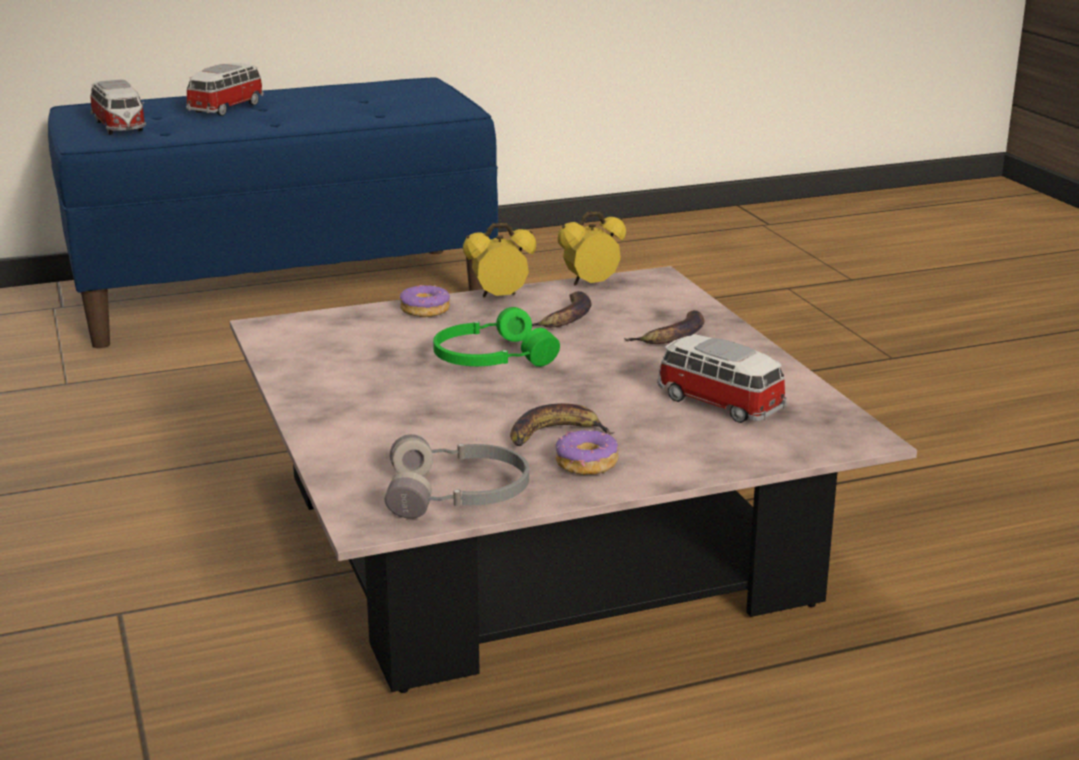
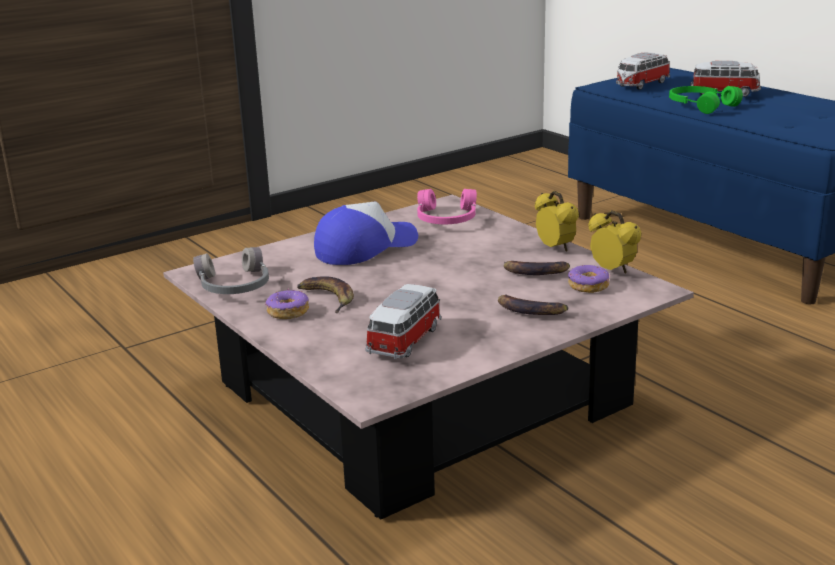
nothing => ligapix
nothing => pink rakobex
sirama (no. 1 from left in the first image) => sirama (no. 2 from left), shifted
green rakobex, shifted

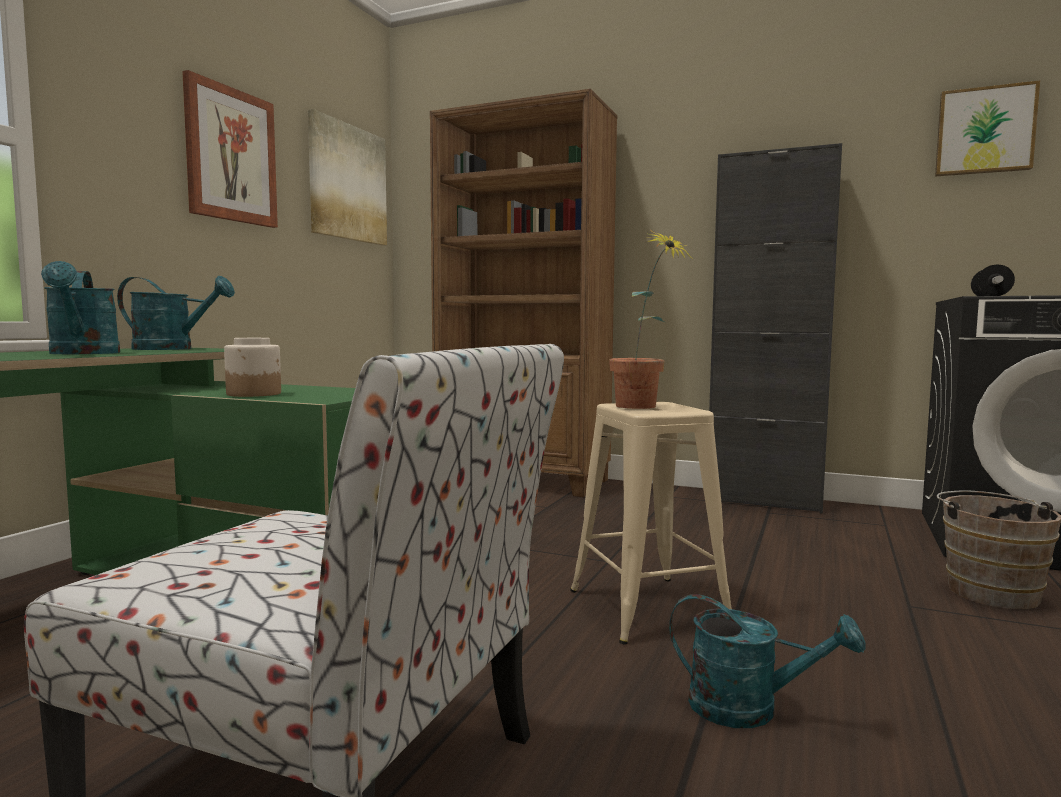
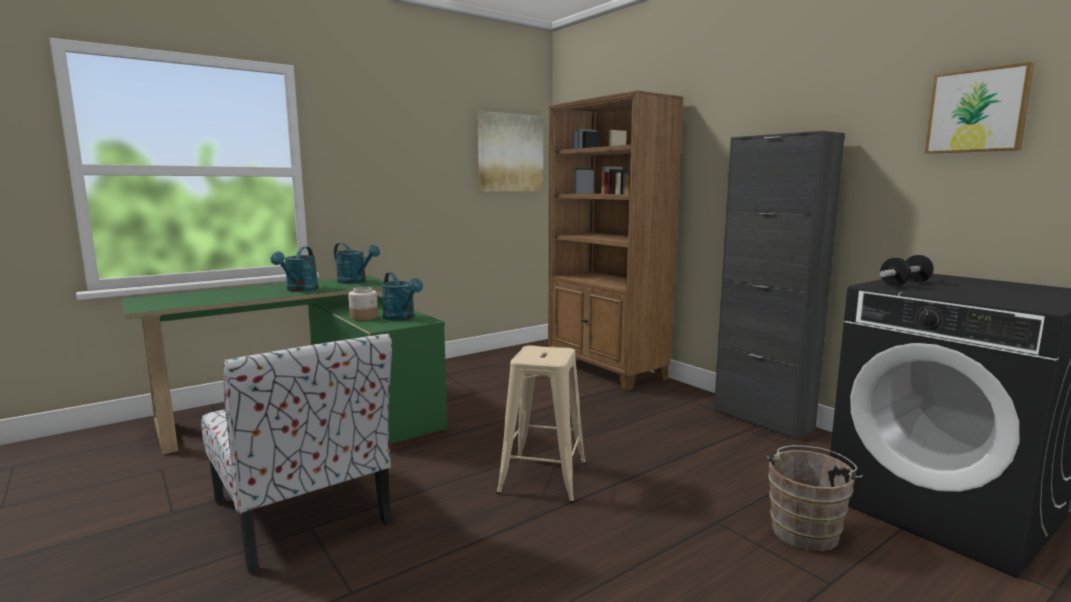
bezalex (no. 1 from left) => nothing
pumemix => nothing
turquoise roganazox (no. 3 from left), shifted

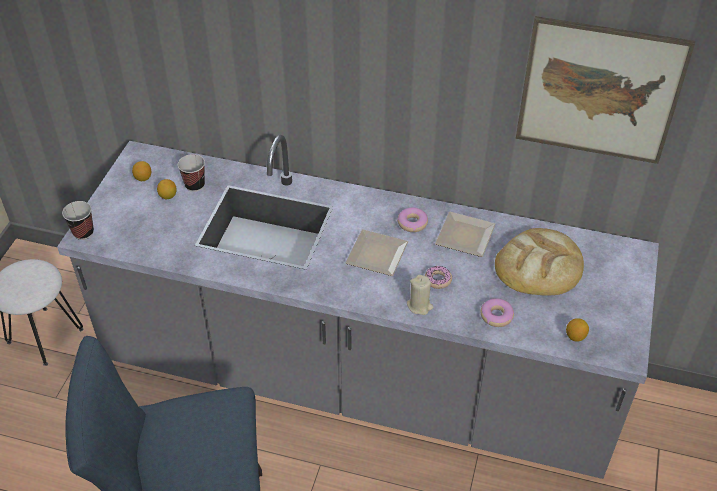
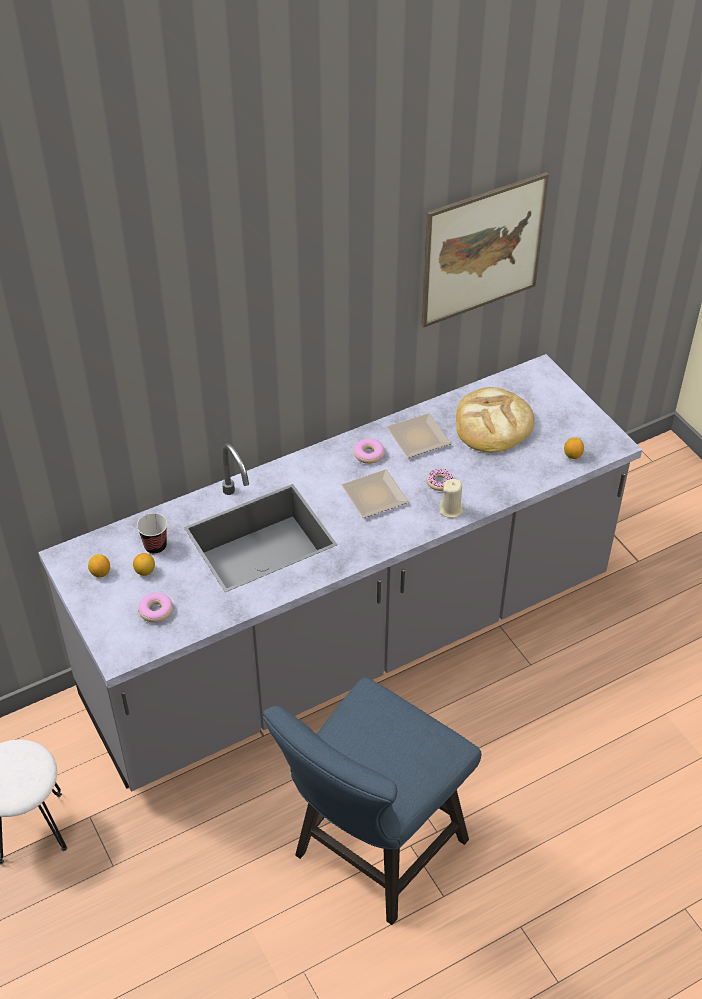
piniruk (no. 1 from left) => nothing
sirama (no. 3 from left in the first image) => sirama (no. 1 from left), shifted

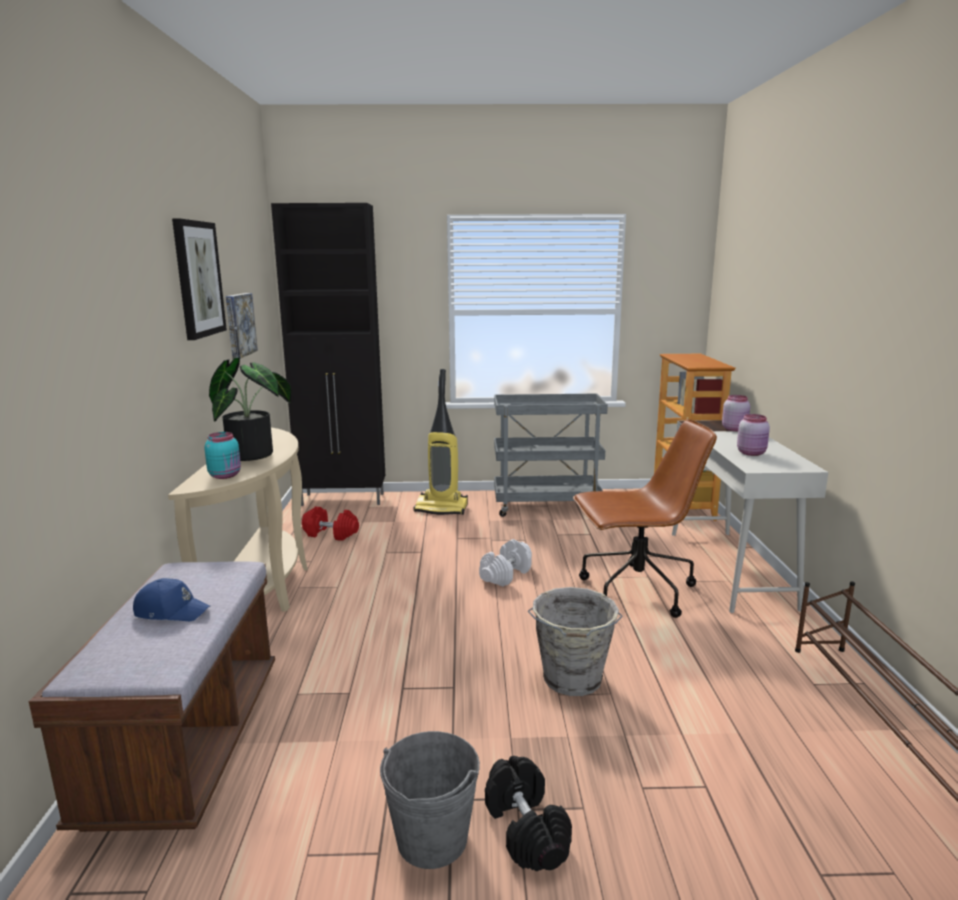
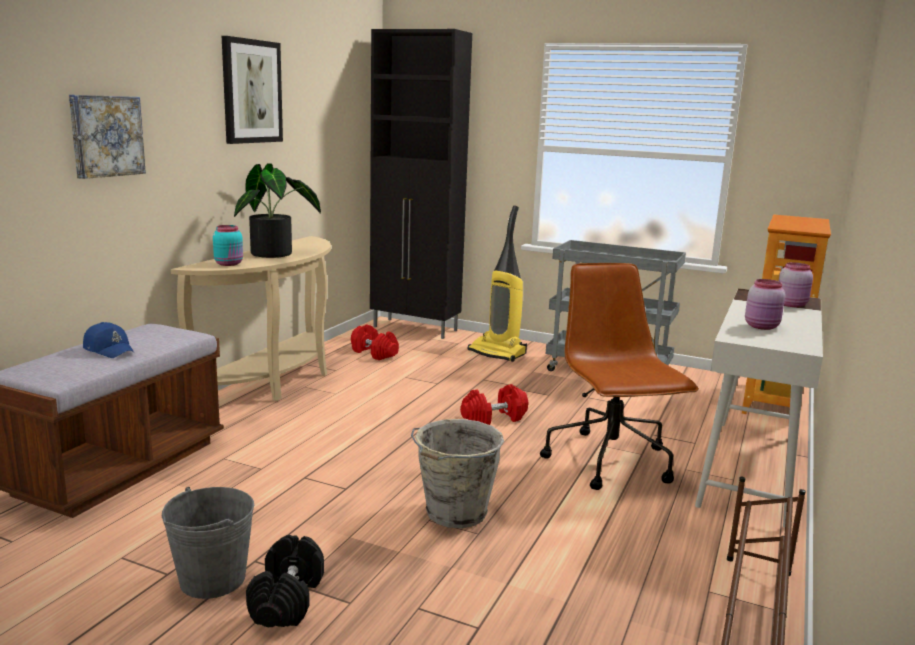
bezalex (no. 2 from left in the first image) => bezalex (no. 1 from left), shifted
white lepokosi => red lepokosi (no. 2 from left)
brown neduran, 120 degrees counterclockwise

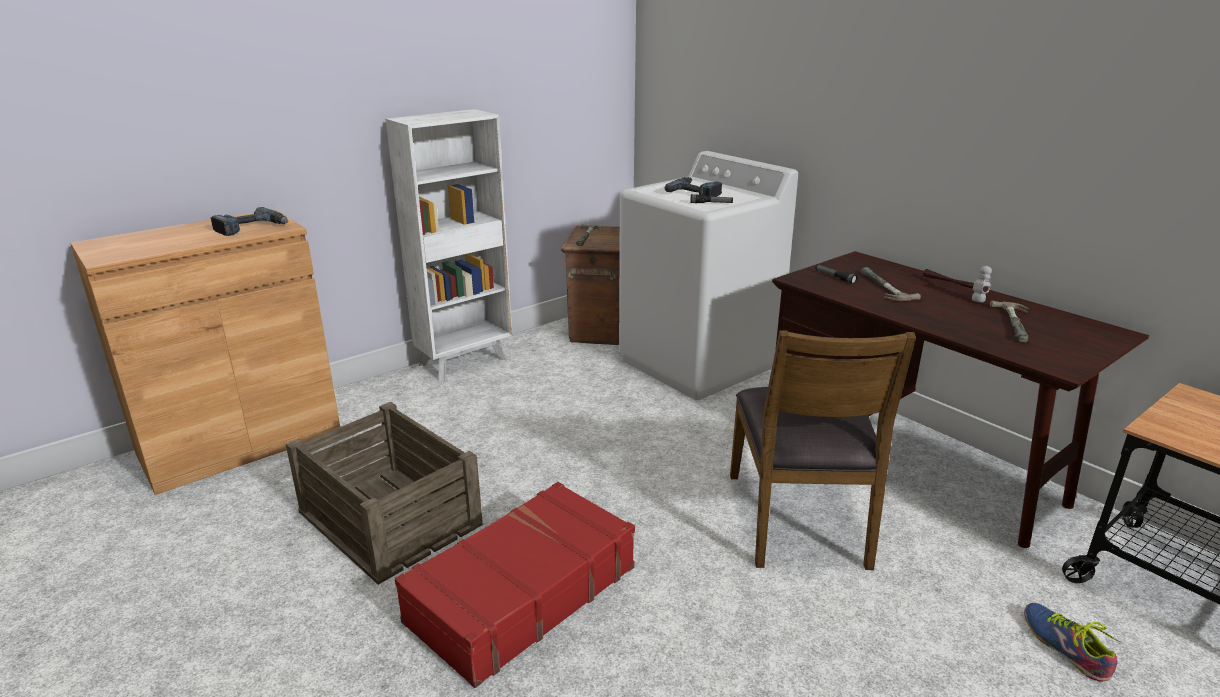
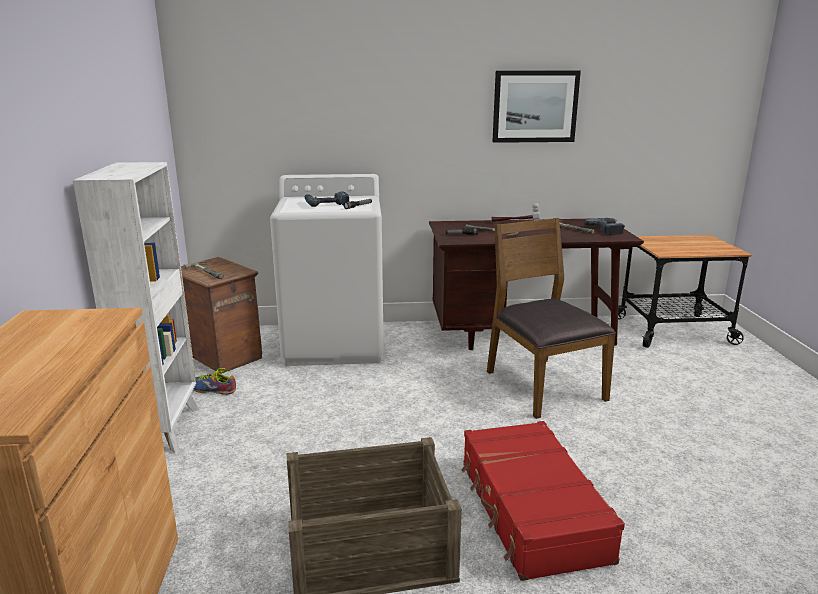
nothing => bezalex
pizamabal (no. 1 from left in the first image) => pizamabal (no. 2 from left), shifted
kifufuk, shifted
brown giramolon, 150 degrees counterclockwise

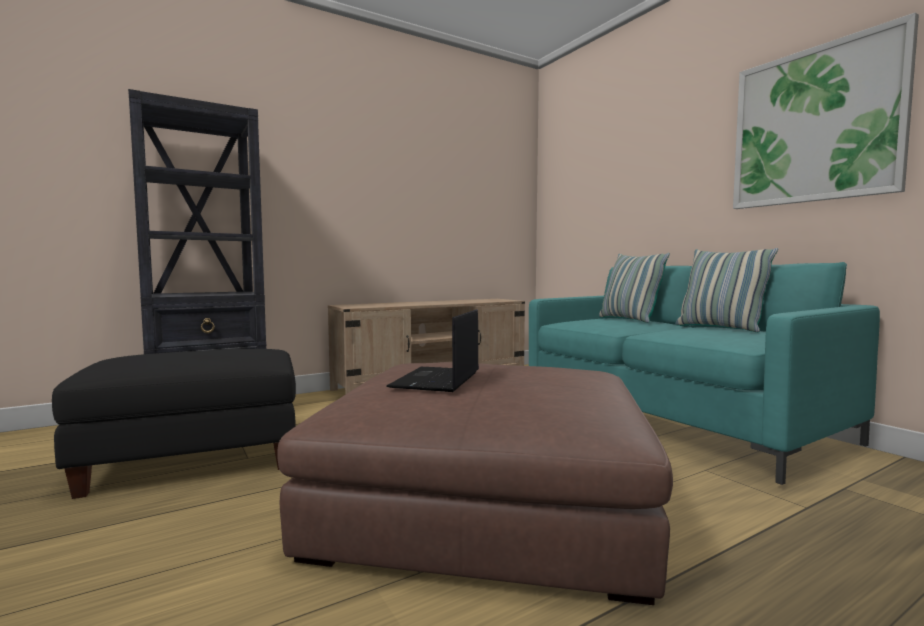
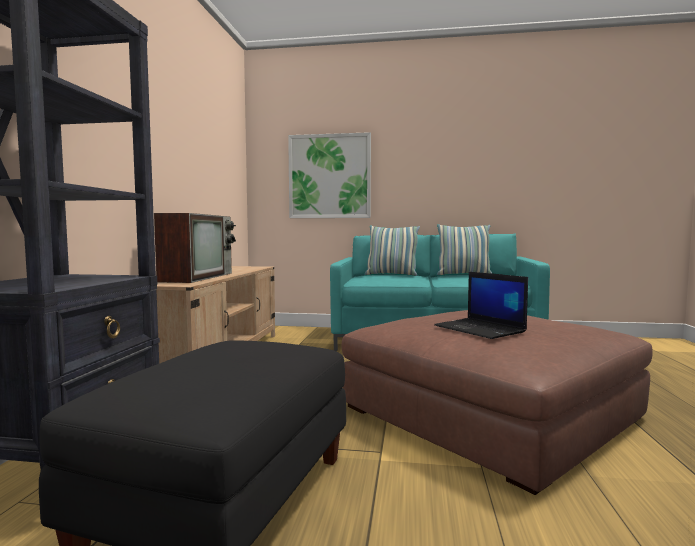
nothing => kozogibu
bezalex, shifted

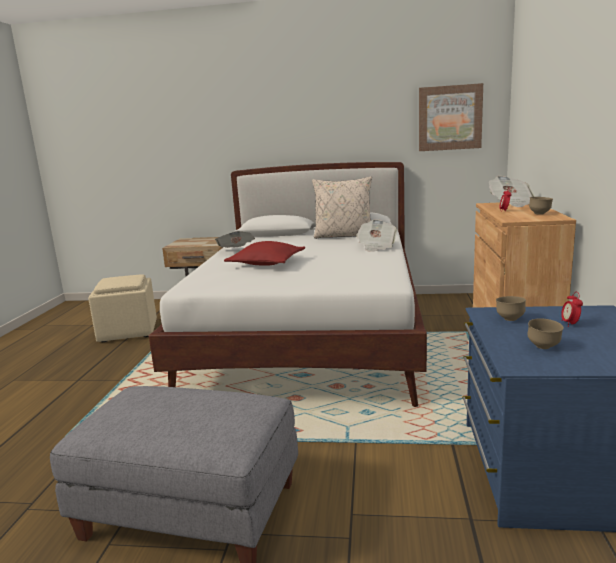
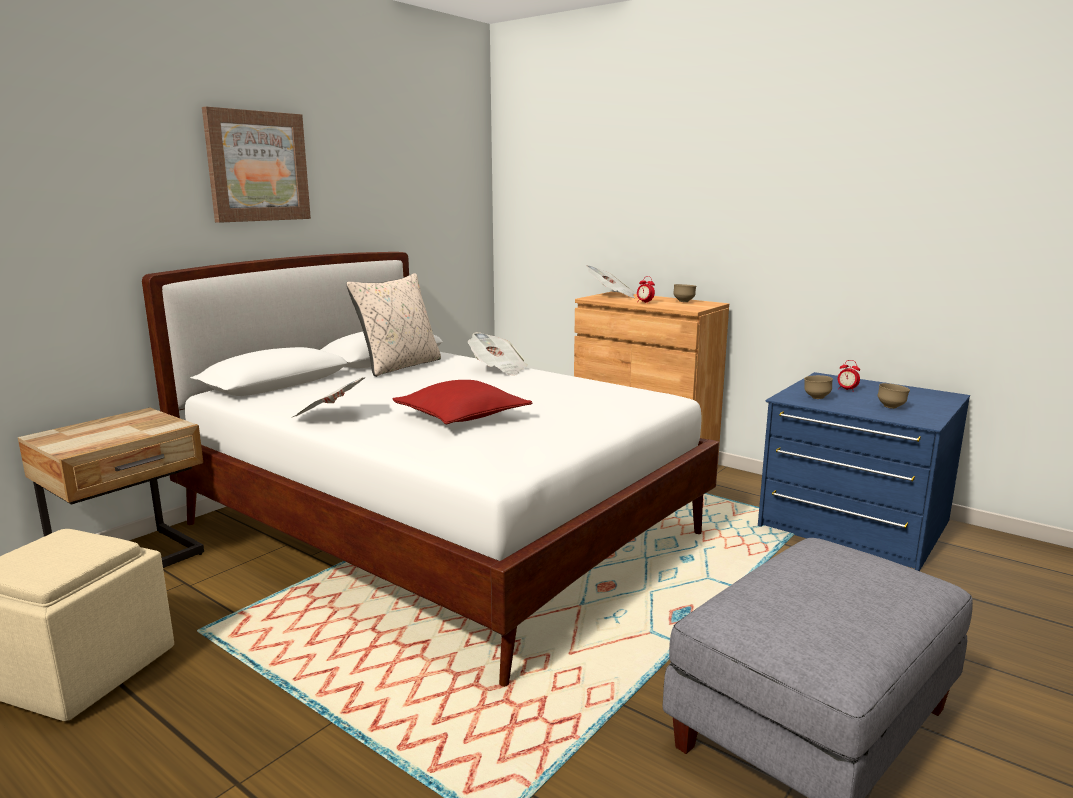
bezalex, shifted

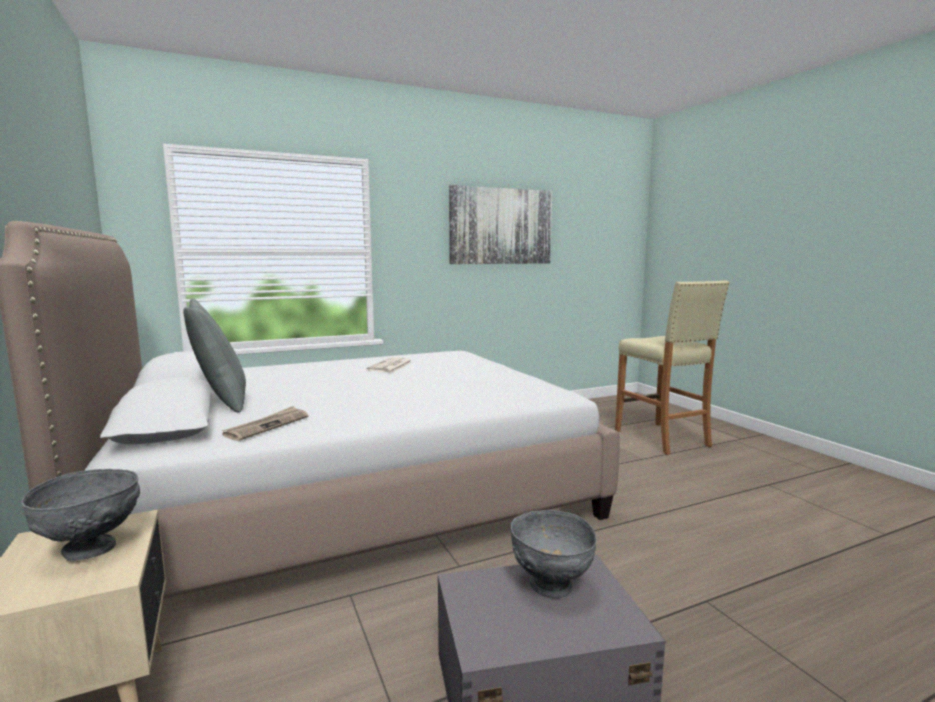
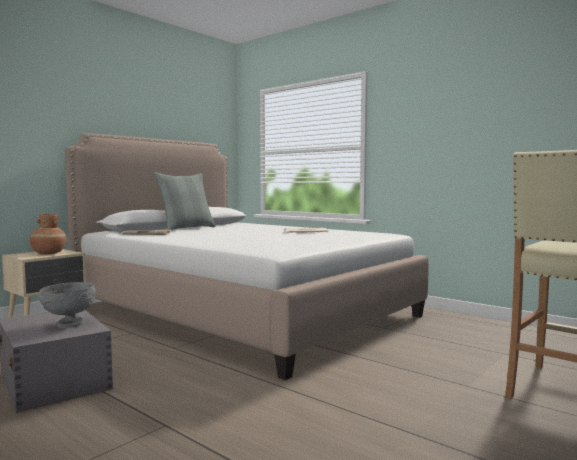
bezalex => nothing
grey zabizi (no. 1 from left) => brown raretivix

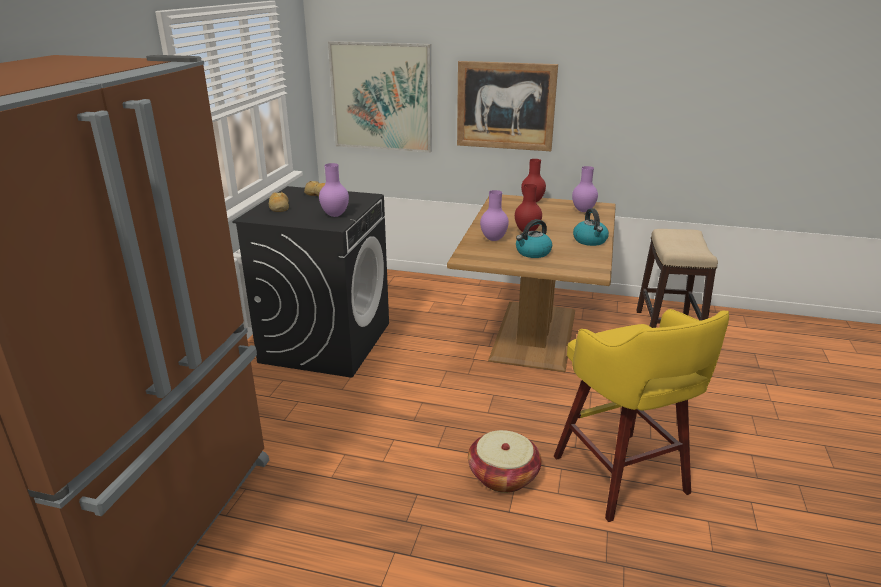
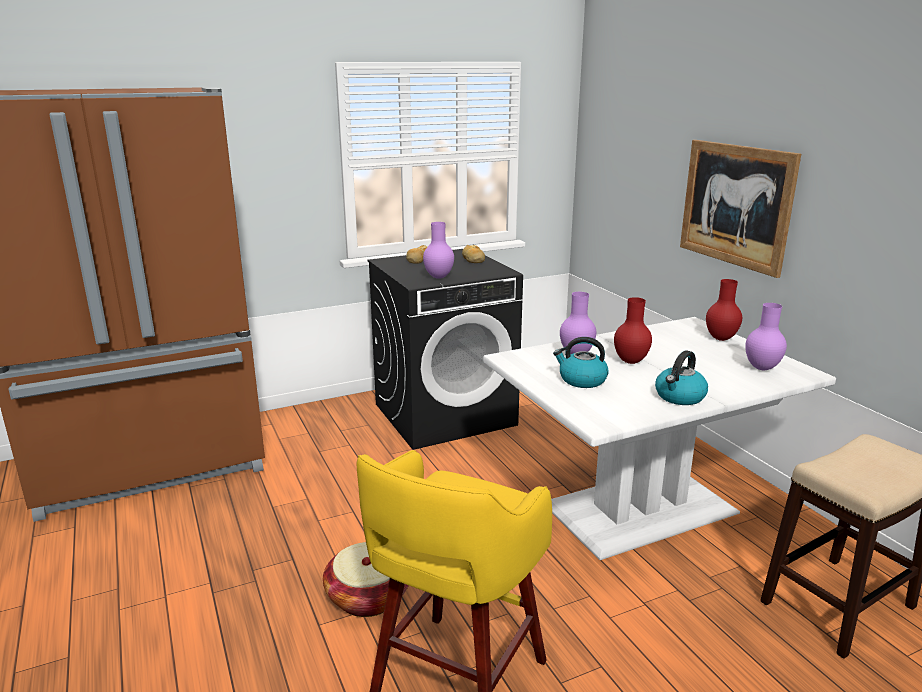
bezalex (no. 1 from left) => nothing
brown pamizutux => white pamizutux

